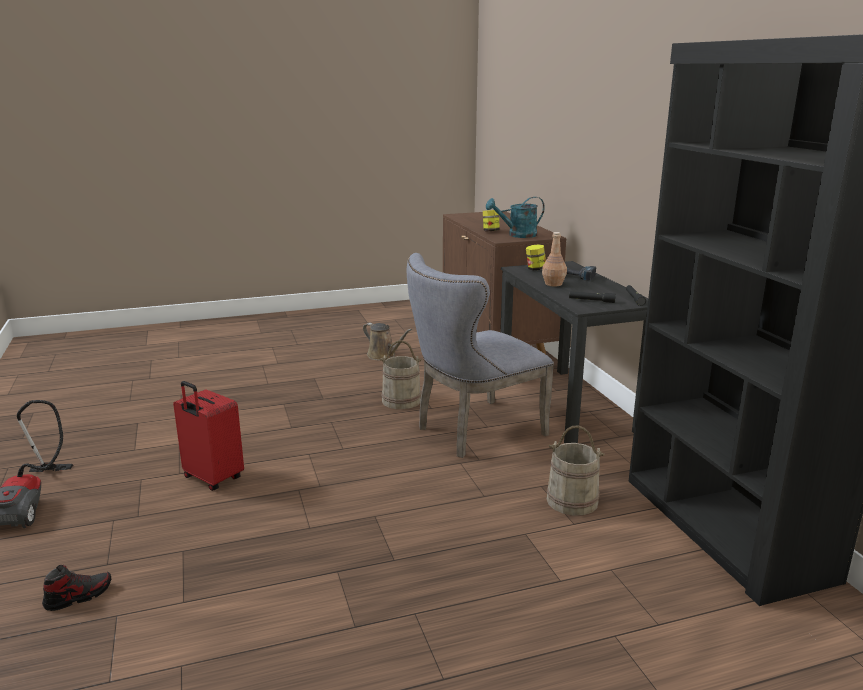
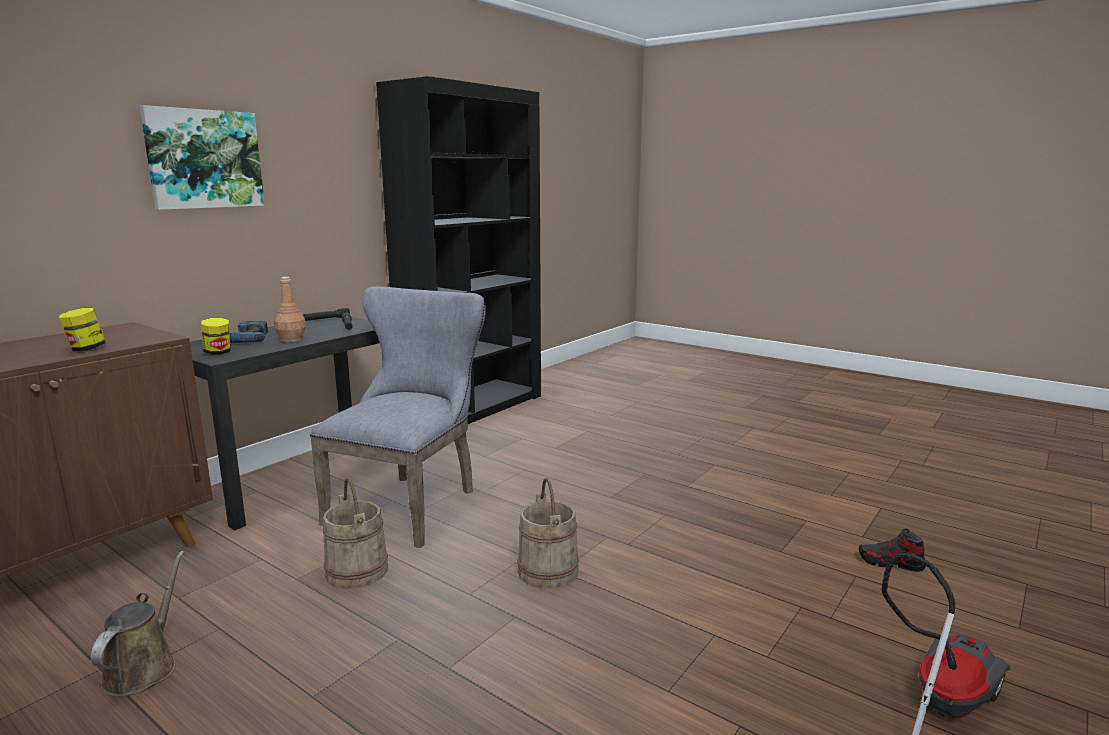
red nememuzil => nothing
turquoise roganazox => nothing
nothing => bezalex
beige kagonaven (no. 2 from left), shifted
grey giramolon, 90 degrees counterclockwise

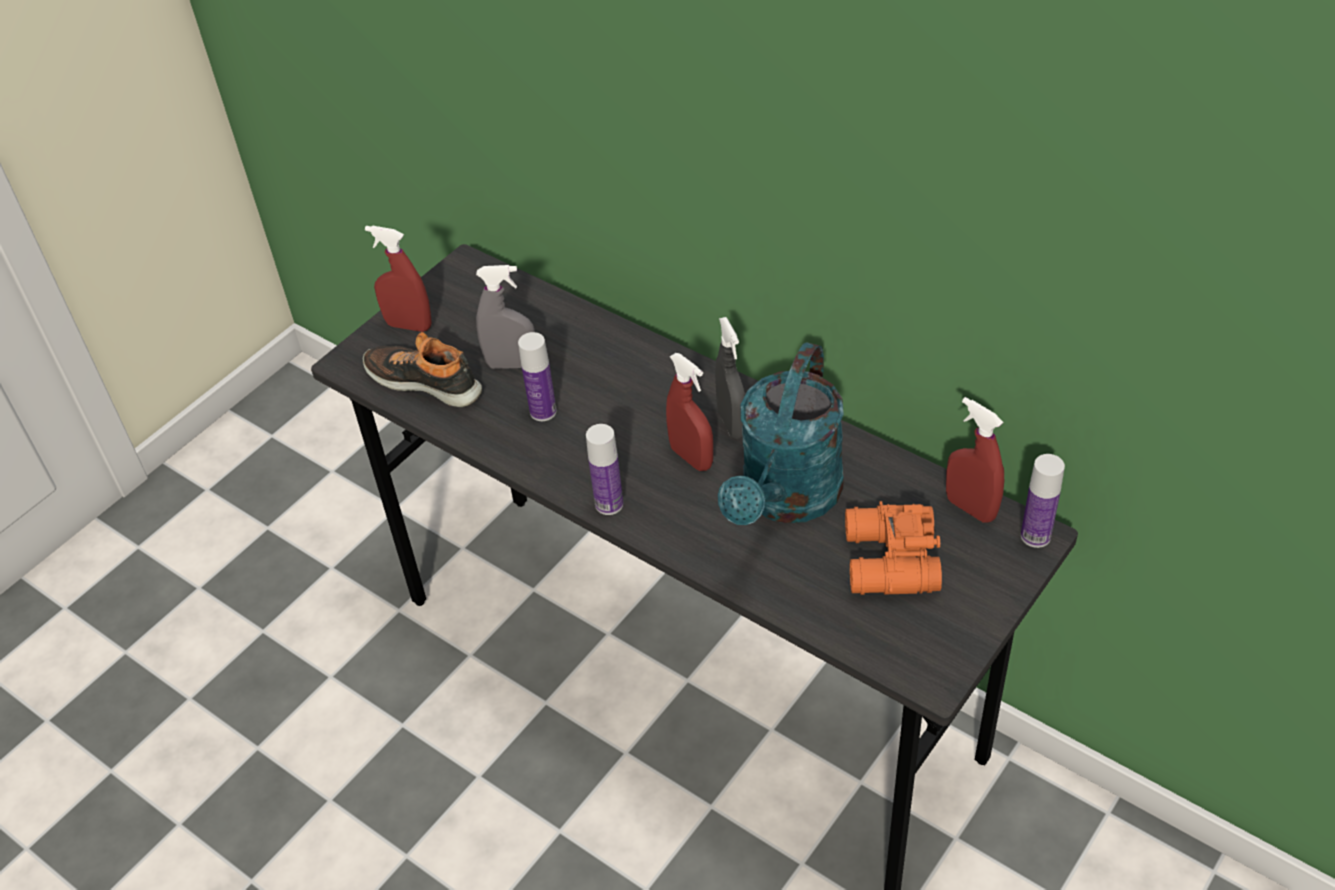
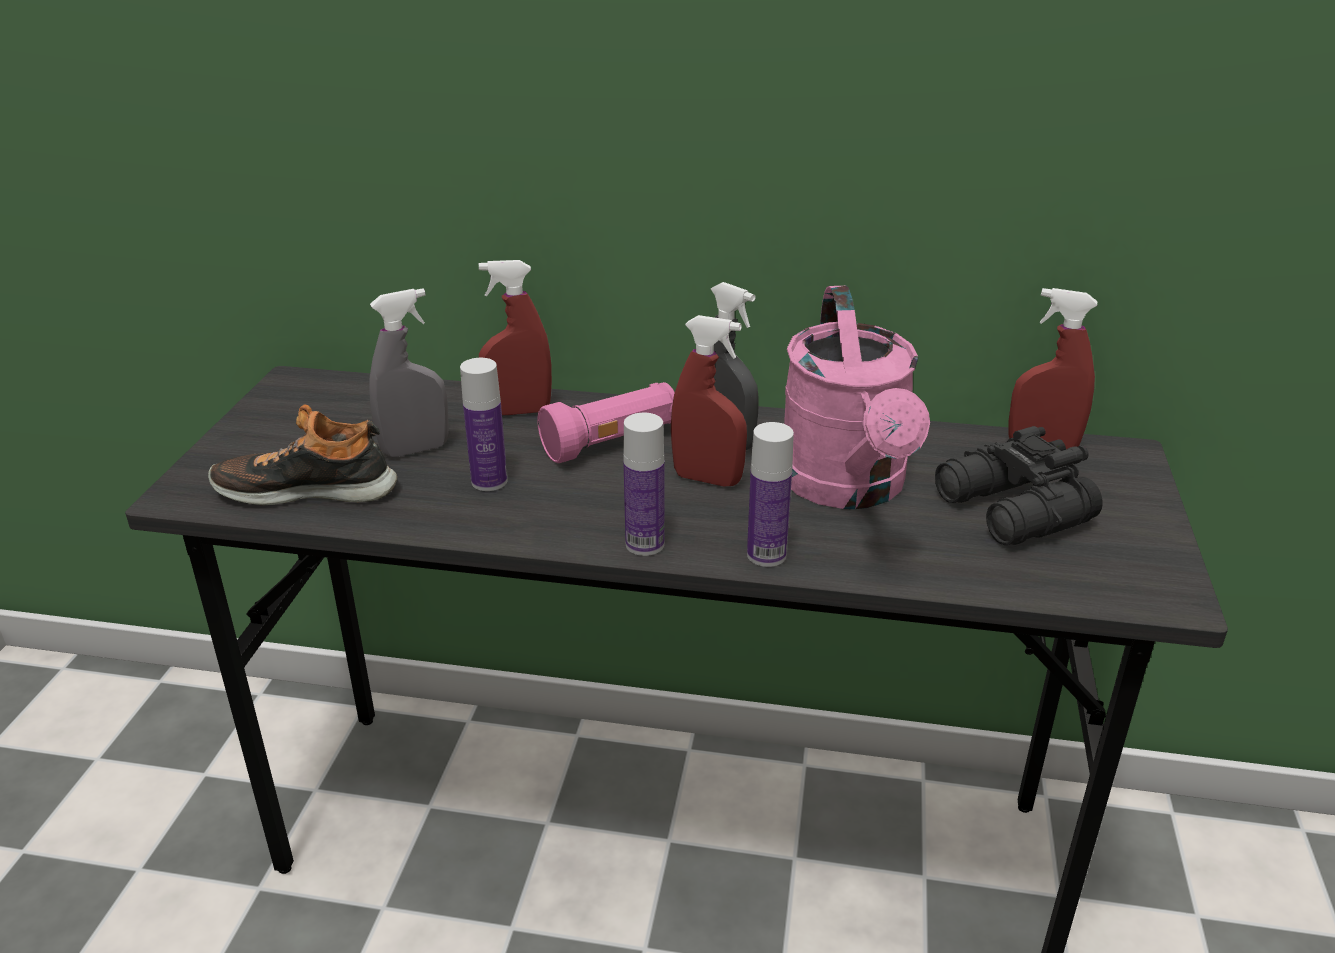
nothing => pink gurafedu
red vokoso (no. 1 from left), shifted
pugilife (no. 3 from left), shifted
turquoise roganazox => pink roganazox
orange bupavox => black bupavox

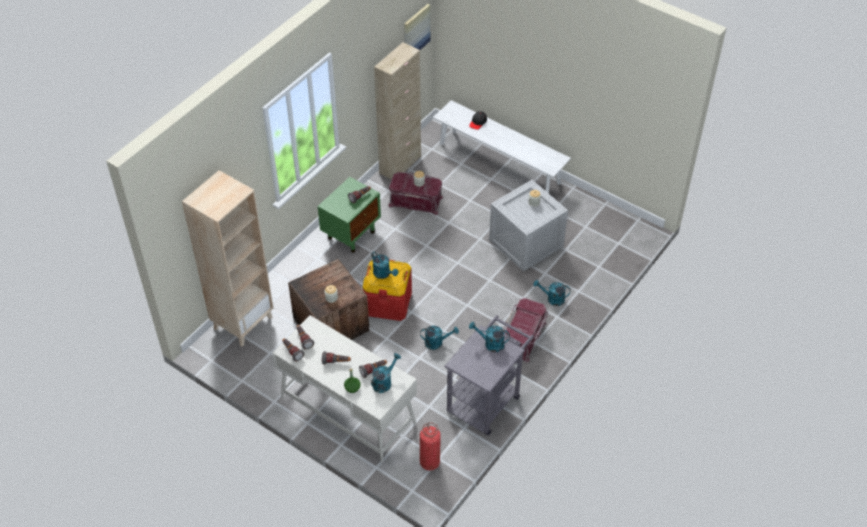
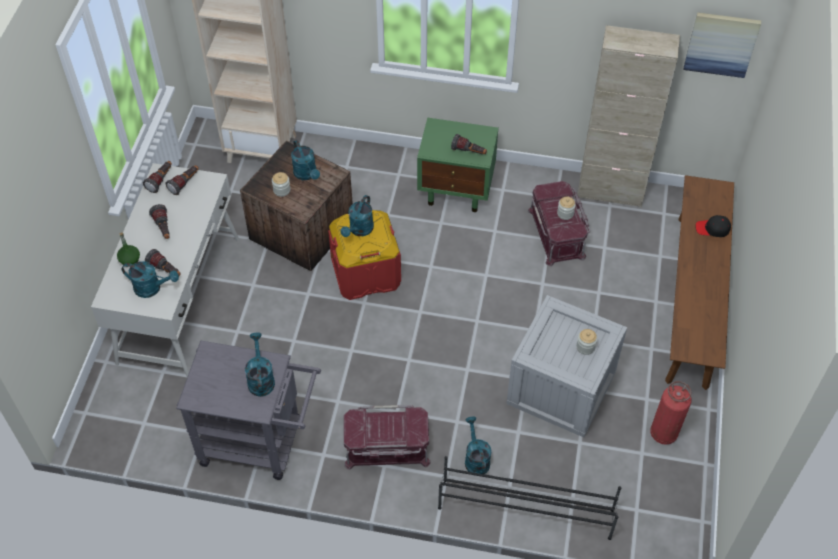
nothing => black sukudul
turquoise roganazox (no. 3 from left), shifted
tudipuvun, shifted
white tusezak => brown tusezak

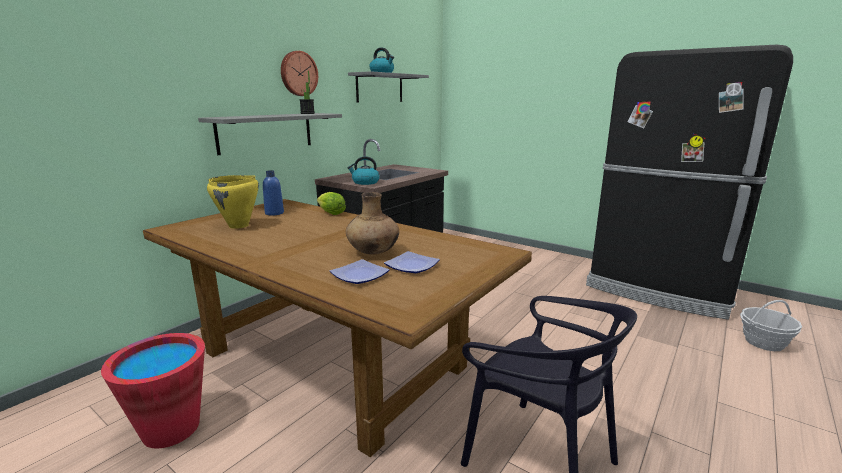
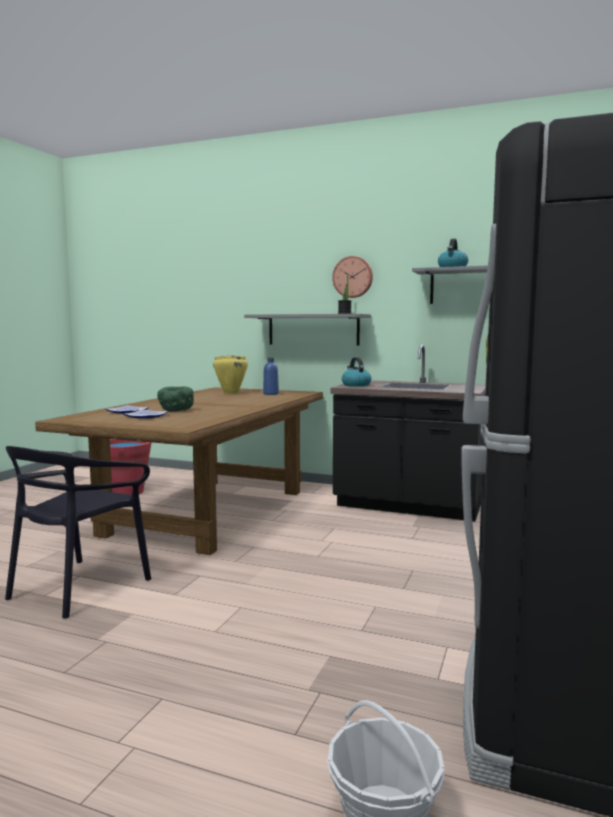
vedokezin => nothing
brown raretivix => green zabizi

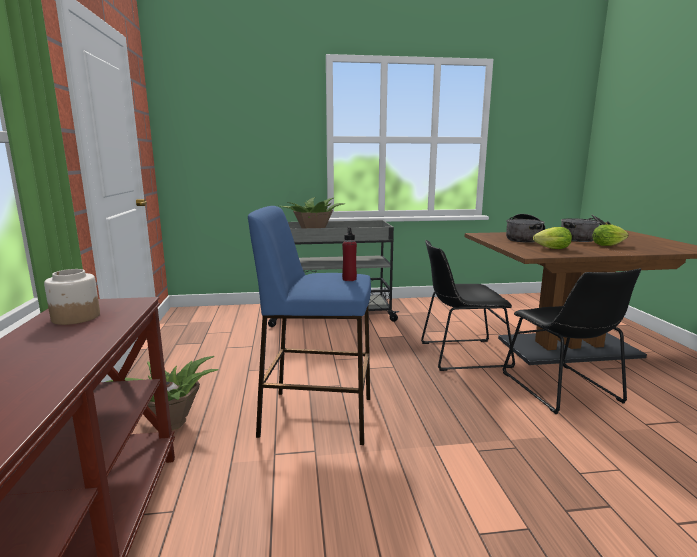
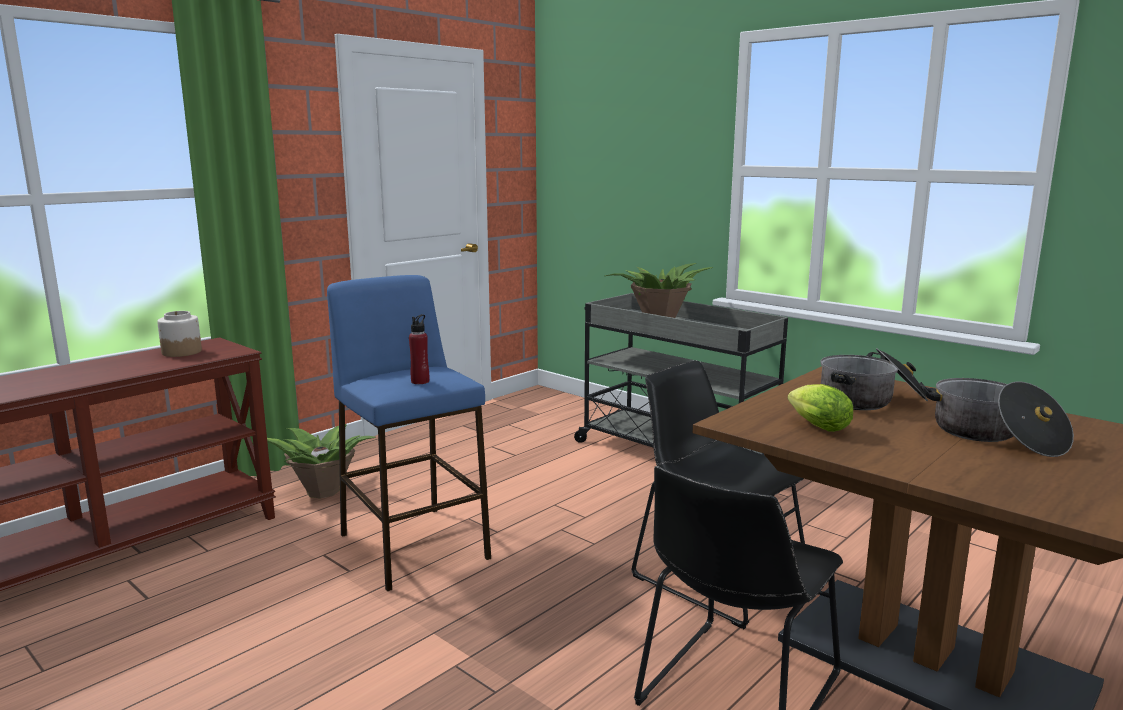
vedokezin (no. 2 from left) => nothing

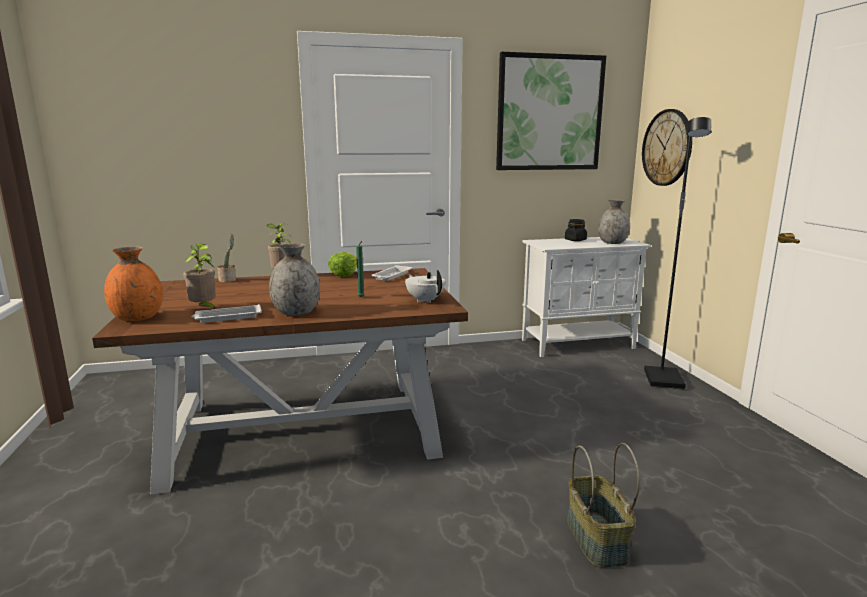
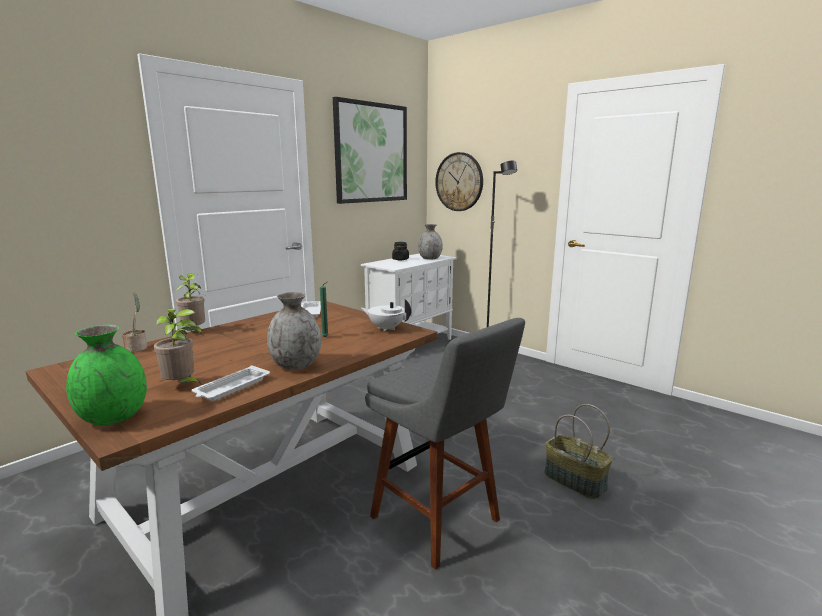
vedokezin => nothing
nothing => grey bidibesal
orange raretivix => green raretivix

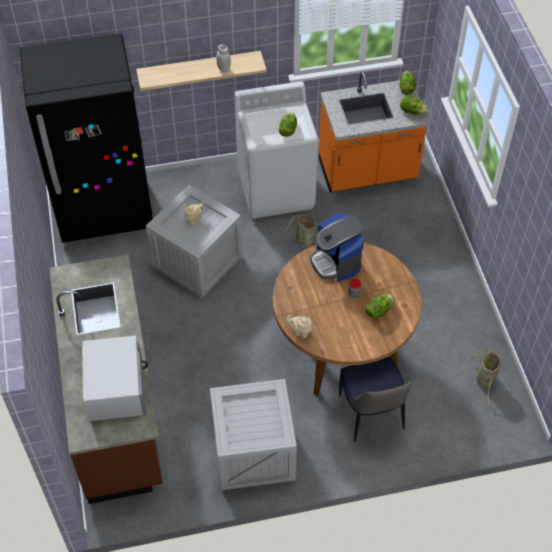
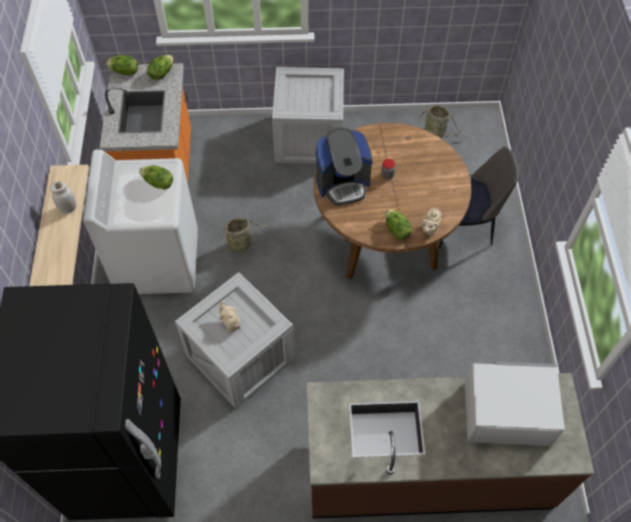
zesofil (no. 2 from left), shifted
vedokezin (no. 2 from left in the first image) => vedokezin (no. 4 from left), shifted

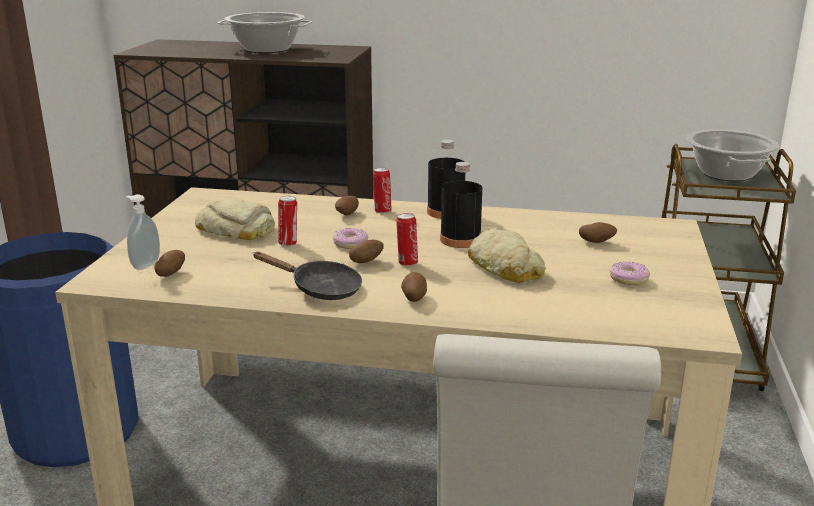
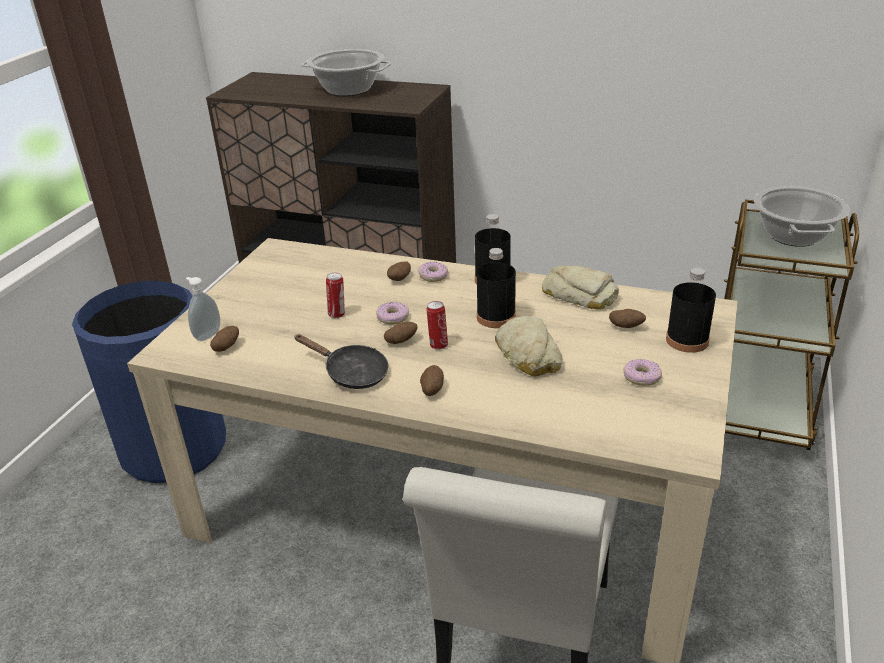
nothing => black pugilife (no. 3 from left)
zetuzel (no. 1 from left in the first image) => zetuzel (no. 2 from left), shifted
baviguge (no. 2 from left) => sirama (no. 2 from left)

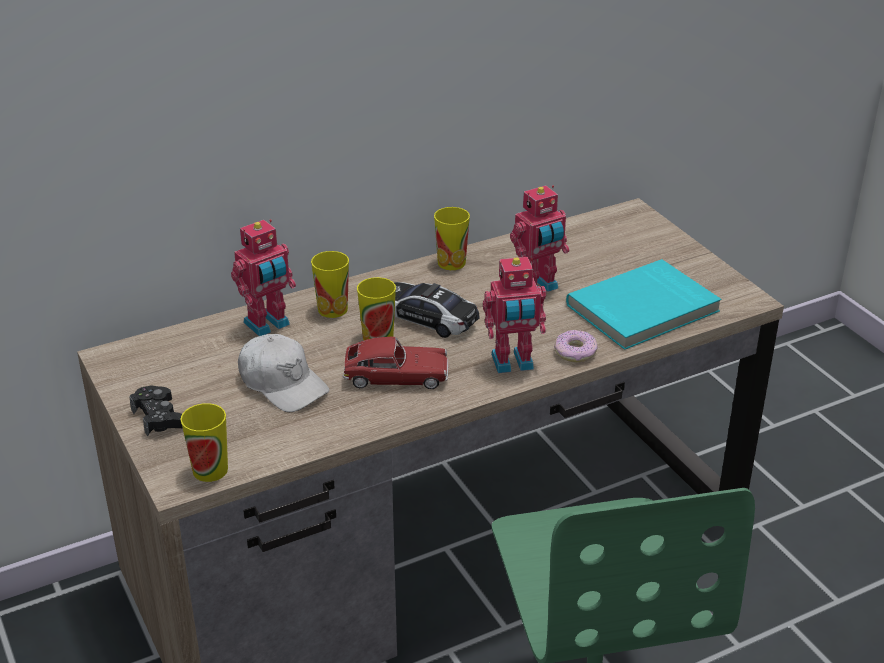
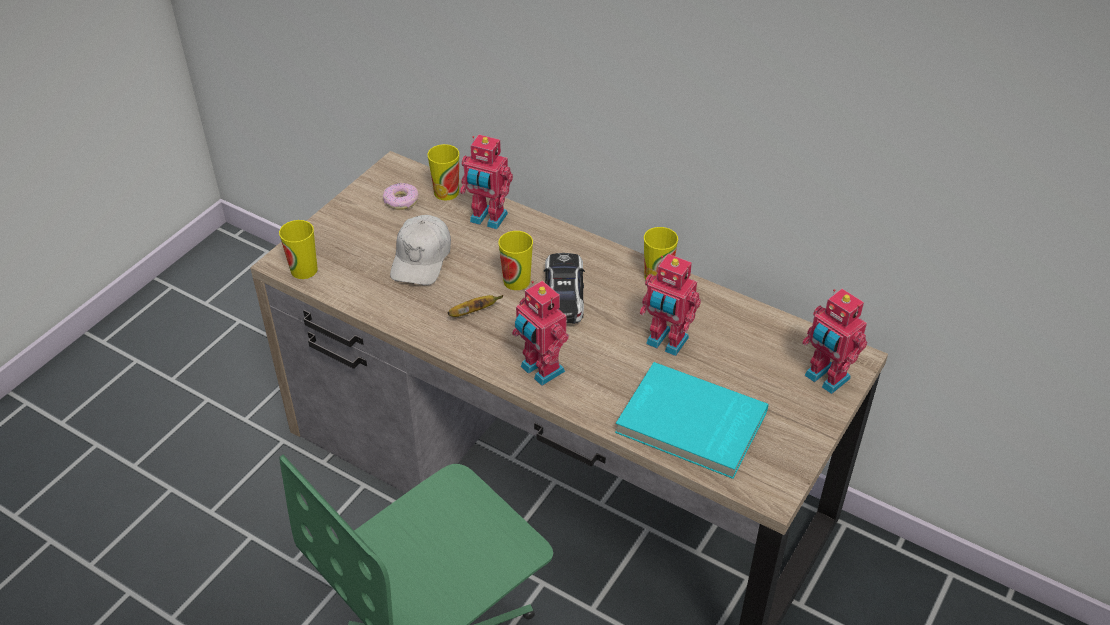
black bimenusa => nothing
nothing => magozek (no. 4 from left)
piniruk (no. 2 from left), shifted
sirama, shifted
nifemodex (no. 1 from left) => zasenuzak

